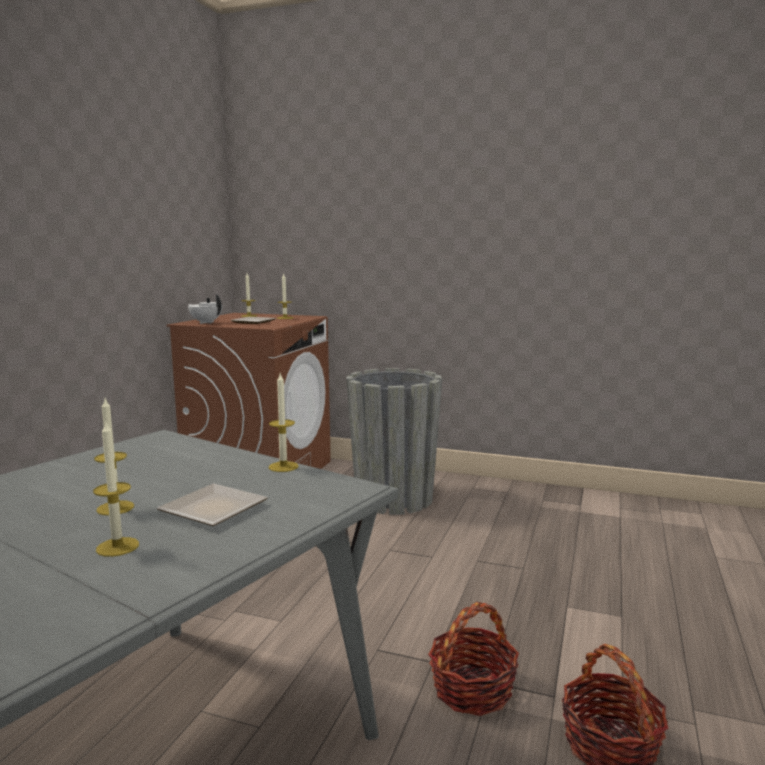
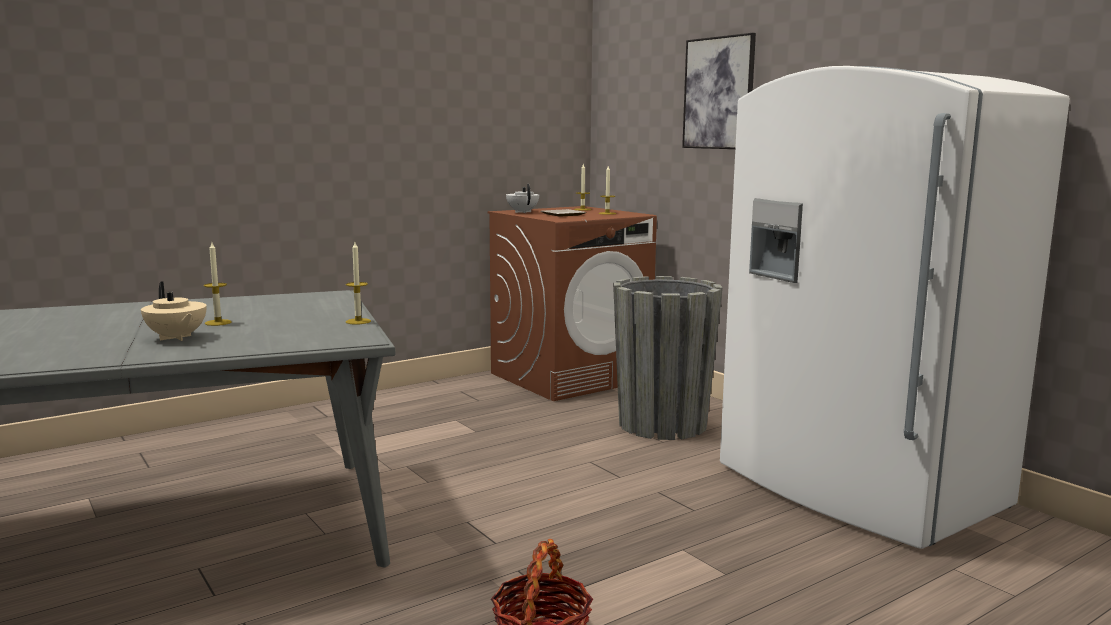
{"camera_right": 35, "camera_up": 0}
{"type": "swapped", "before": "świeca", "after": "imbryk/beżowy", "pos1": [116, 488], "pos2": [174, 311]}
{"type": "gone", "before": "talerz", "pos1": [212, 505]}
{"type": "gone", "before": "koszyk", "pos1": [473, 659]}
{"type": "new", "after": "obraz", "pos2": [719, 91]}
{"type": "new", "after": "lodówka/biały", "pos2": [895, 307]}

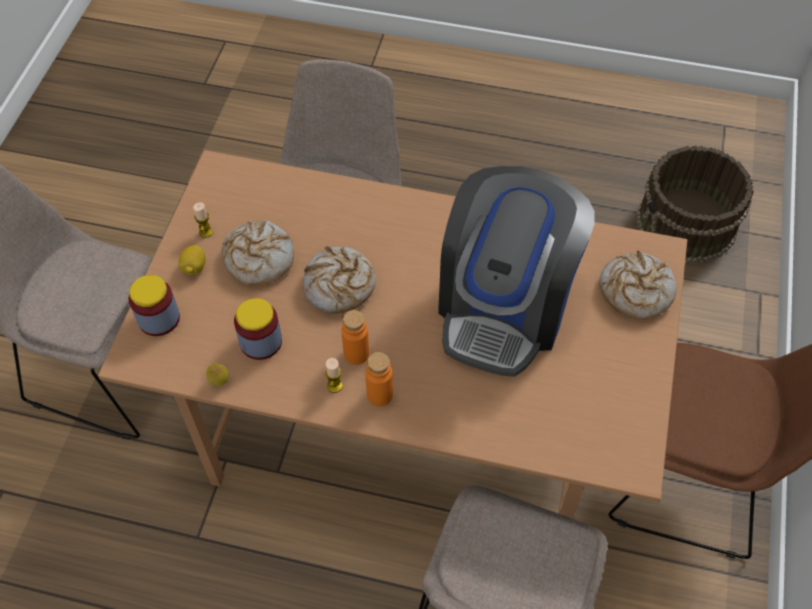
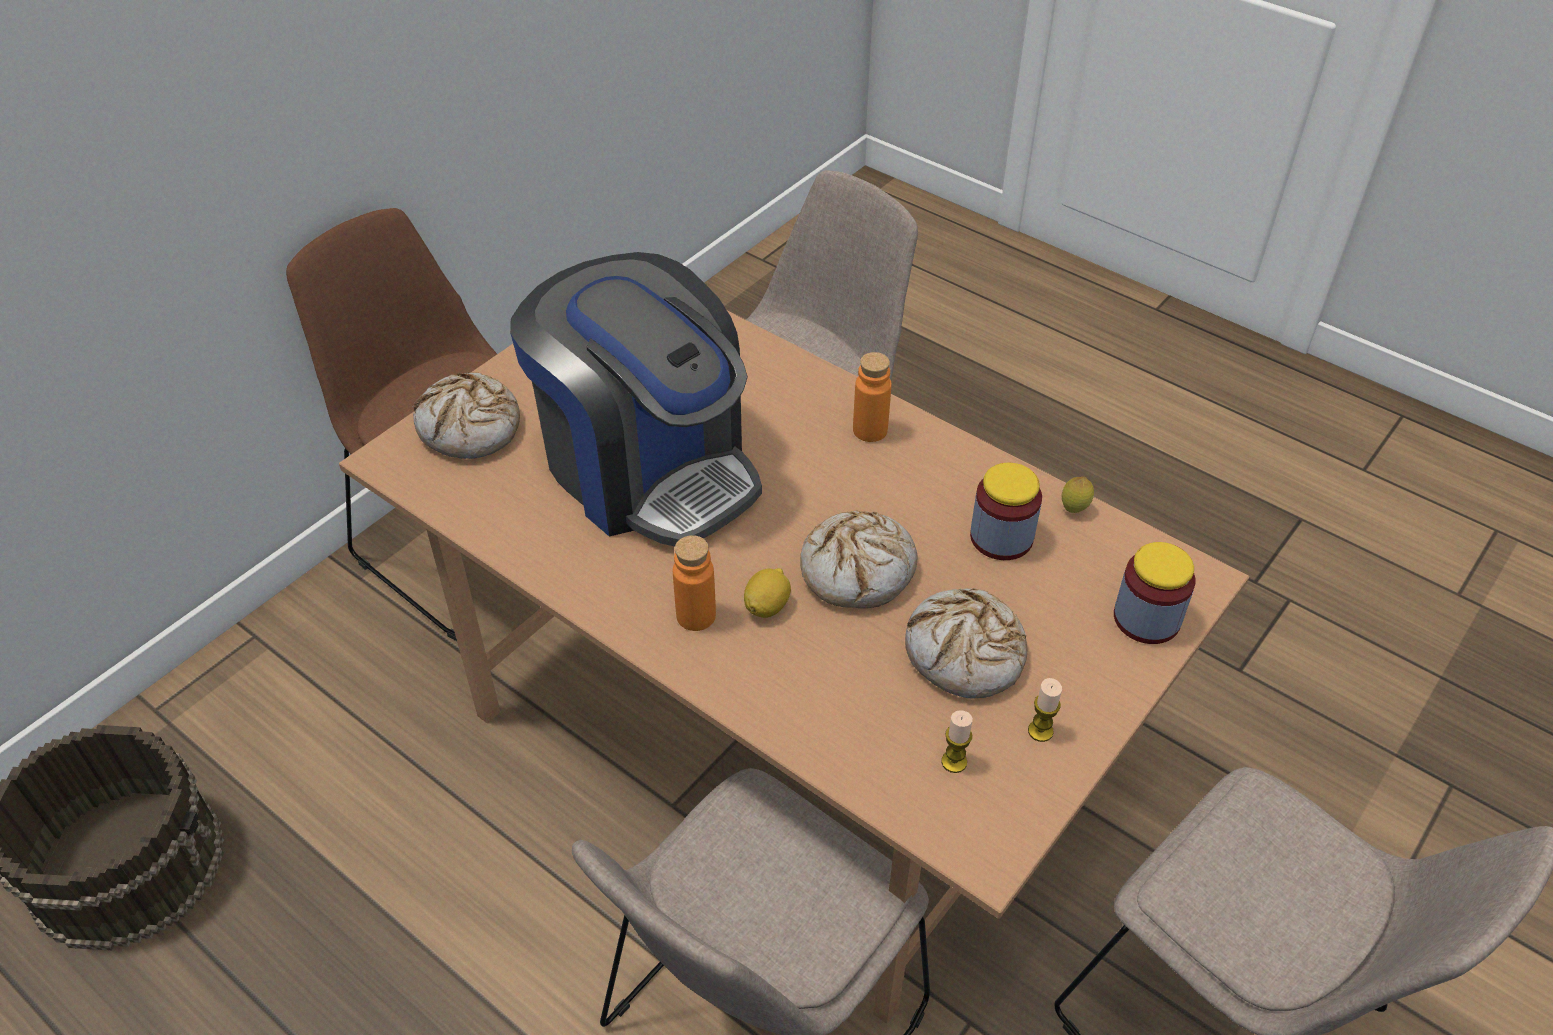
{"camera_right": -155, "camera_up": -10}
{"type": "shifted", "before": "cytryna", "pos1": [192, 260], "pos2": [767, 593]}
{"type": "shifted", "before": "świeca", "pos1": [334, 375], "pos2": [957, 741]}
{"type": "shifted", "before": "butelka/pomarańczowy", "pos1": [355, 337], "pos2": [694, 583]}
{"type": "rotated", "before": "ekspres do kawy", "pos1": [516, 271], "pos2": [636, 399], "turn": 90}

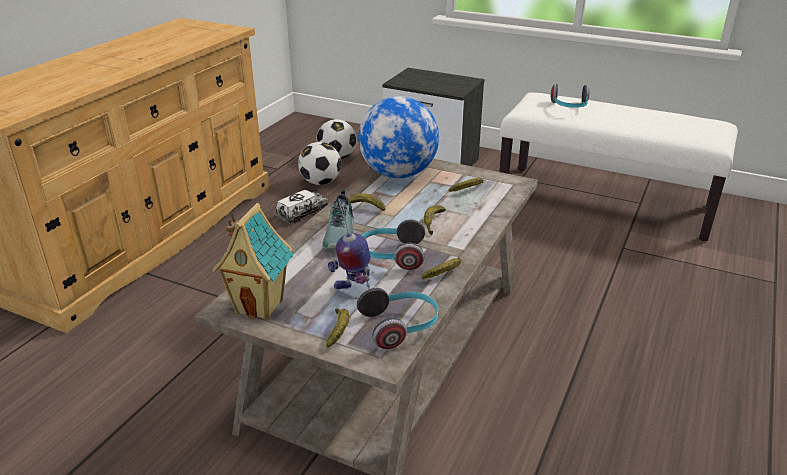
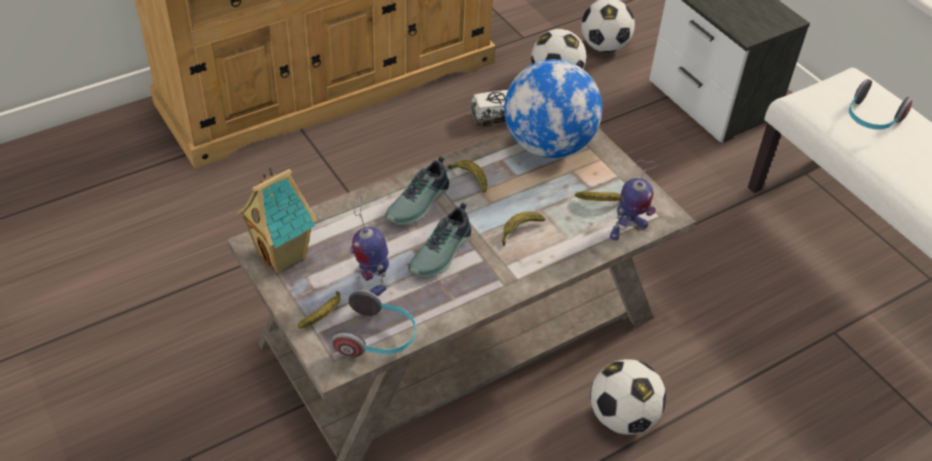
{"camera_right": 30, "camera_up": 15}
{"type": "swapped", "before": "słuchawki", "after": "but", "pos1": [393, 244], "pos2": [439, 239]}
{"type": "gone", "before": "banan", "pos1": [441, 268]}
{"type": "new", "after": "piłka futbolowa", "pos2": [628, 397]}
{"type": "new", "after": "robot zabawkowy", "pos2": [633, 200]}

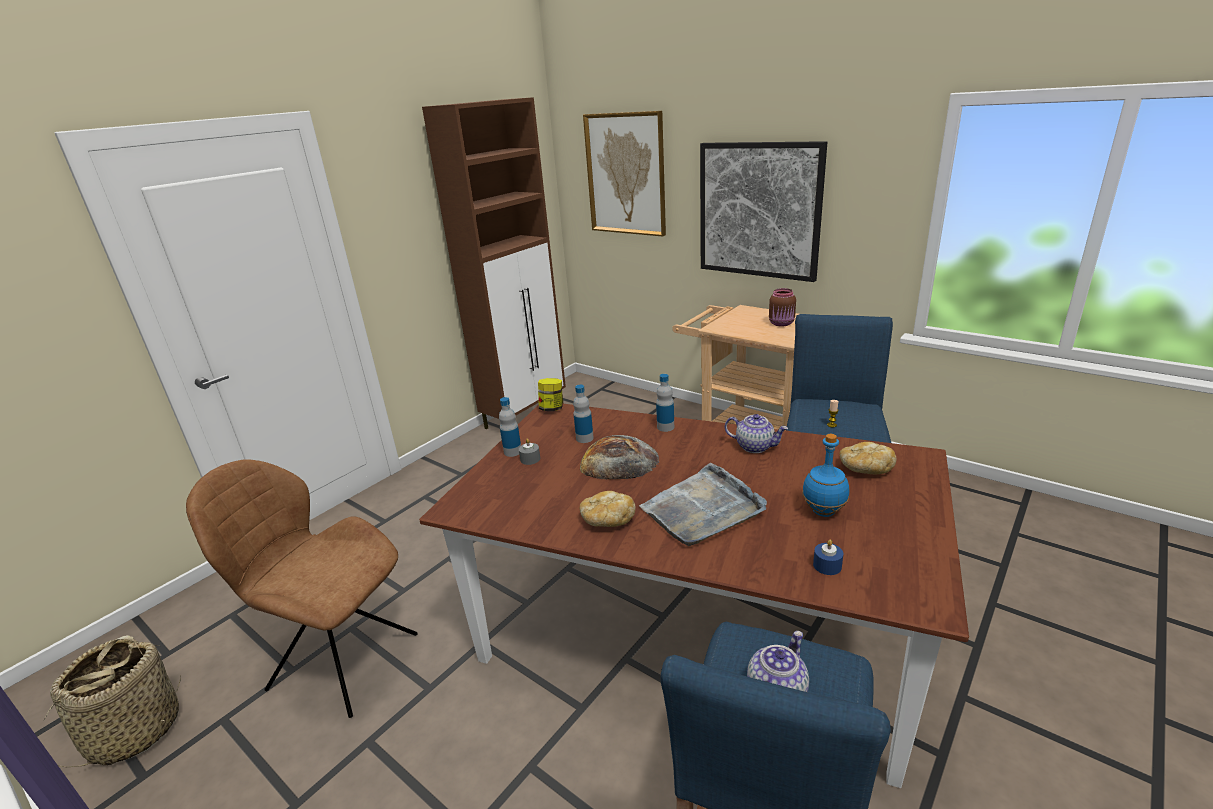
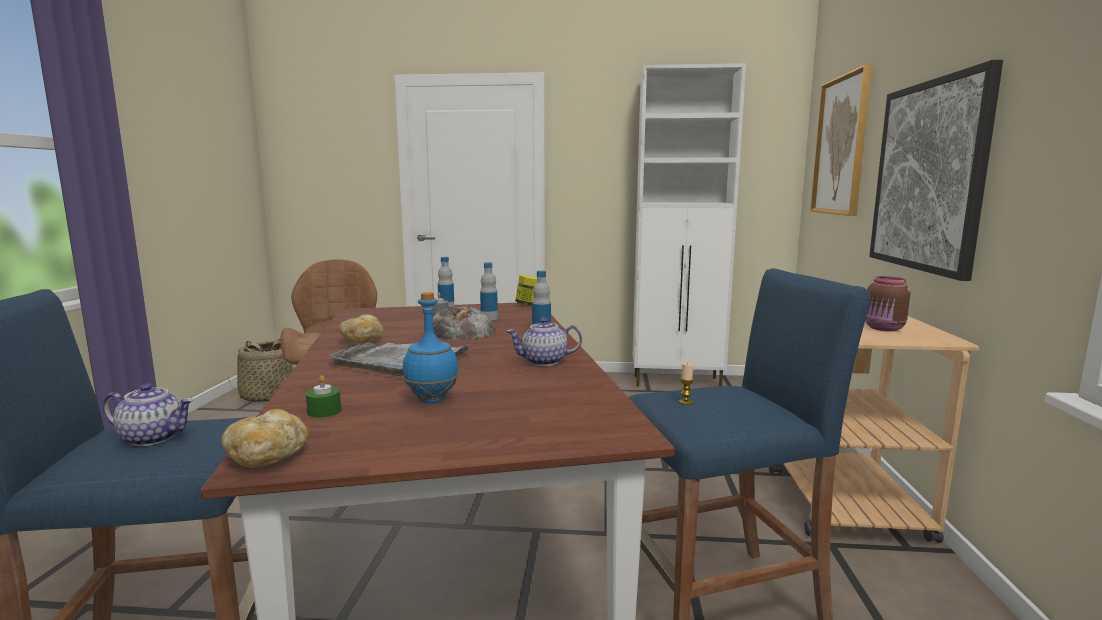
{"camera_right": 55, "camera_up": -15}
{"type": "repainted", "before": "szafka/brązowy", "after": "szafka/biały", "pos1": [494, 263], "pos2": [689, 225]}
{"type": "rotated", "before": "imbryk", "pos1": [756, 433], "pos2": [544, 342], "turn": 90}
{"type": "repainted", "before": "świeca/niebieski", "after": "świeca/zielony", "pos1": [828, 557], "pos2": [323, 396]}
{"type": "shifted", "before": "chleb", "pos1": [868, 458], "pos2": [264, 438]}

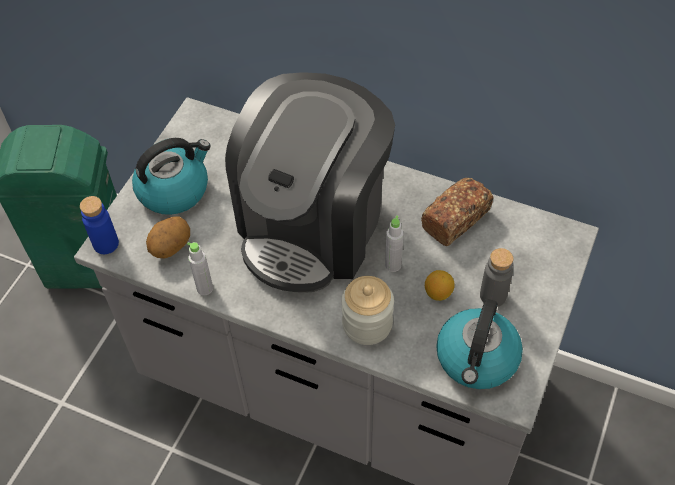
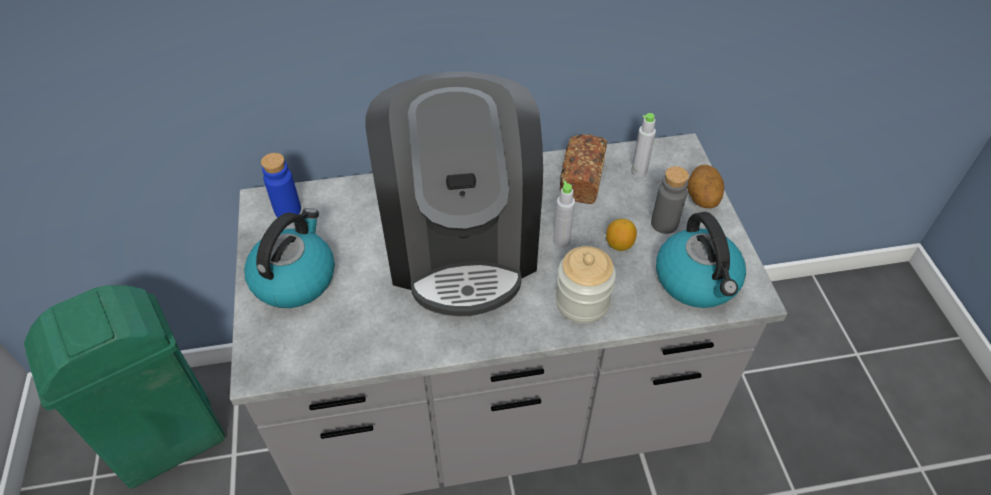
{"camera_right": -35, "camera_up": -5}
{"type": "shifted", "before": "butelka/niebieski", "pos1": [99, 225], "pos2": [281, 185]}
{"type": "shifted", "before": "ziemniak", "pos1": [168, 237], "pos2": [705, 186]}
{"type": "shifted", "before": "butelka/szary", "pos1": [200, 268], "pos2": [643, 145]}

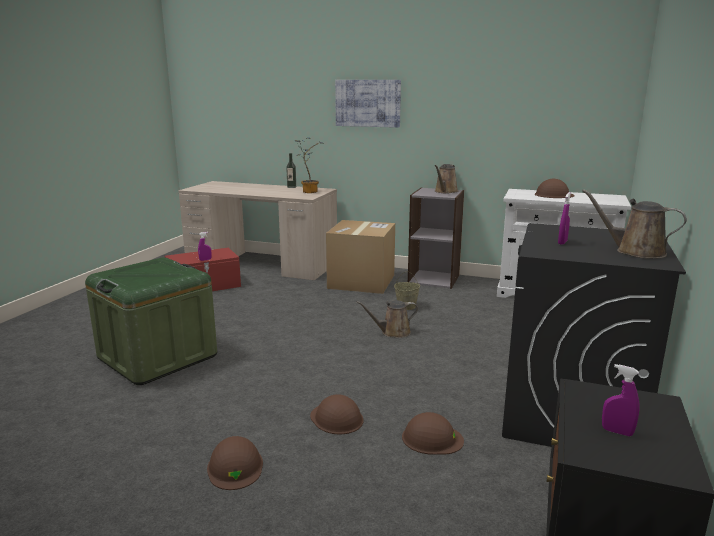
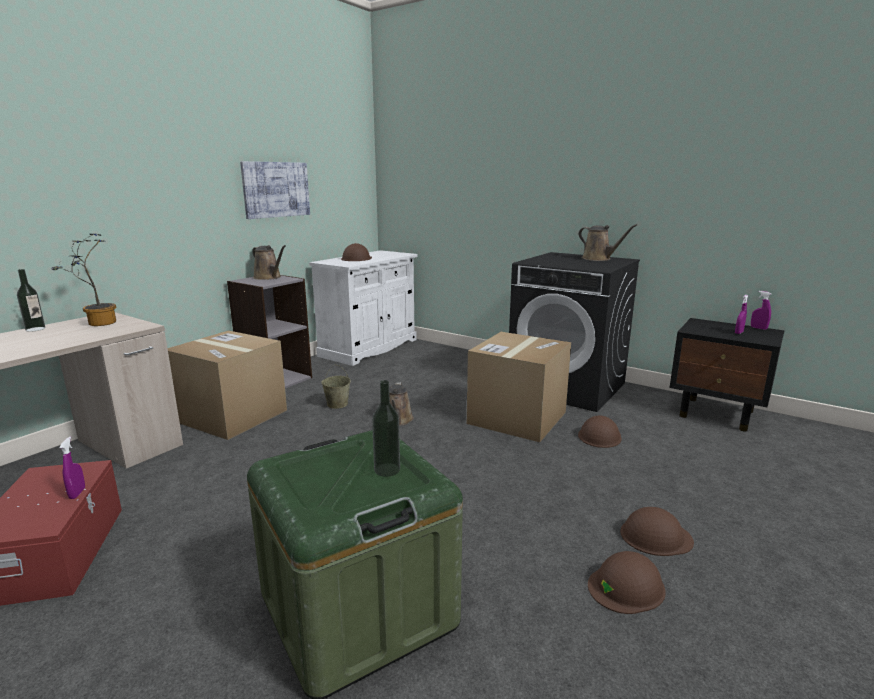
{"camera_right": -75, "camera_up": 0}
{"type": "shifted", "before": "kask/brązowy", "pos1": [336, 414], "pos2": [627, 582]}
{"type": "shifted", "before": "obraz", "pos1": [368, 104], "pos2": [275, 190]}
{"type": "shifted", "before": "spryskiwacz/fioletowy", "pos1": [564, 218], "pos2": [761, 310]}
{"type": "rotated", "before": "konewka/brązowy", "pos1": [634, 224], "pos2": [607, 242], "turn": -90}
{"type": "new", "after": "butelka", "pos2": [386, 428]}
{"type": "new", "after": "karton", "pos2": [519, 387]}

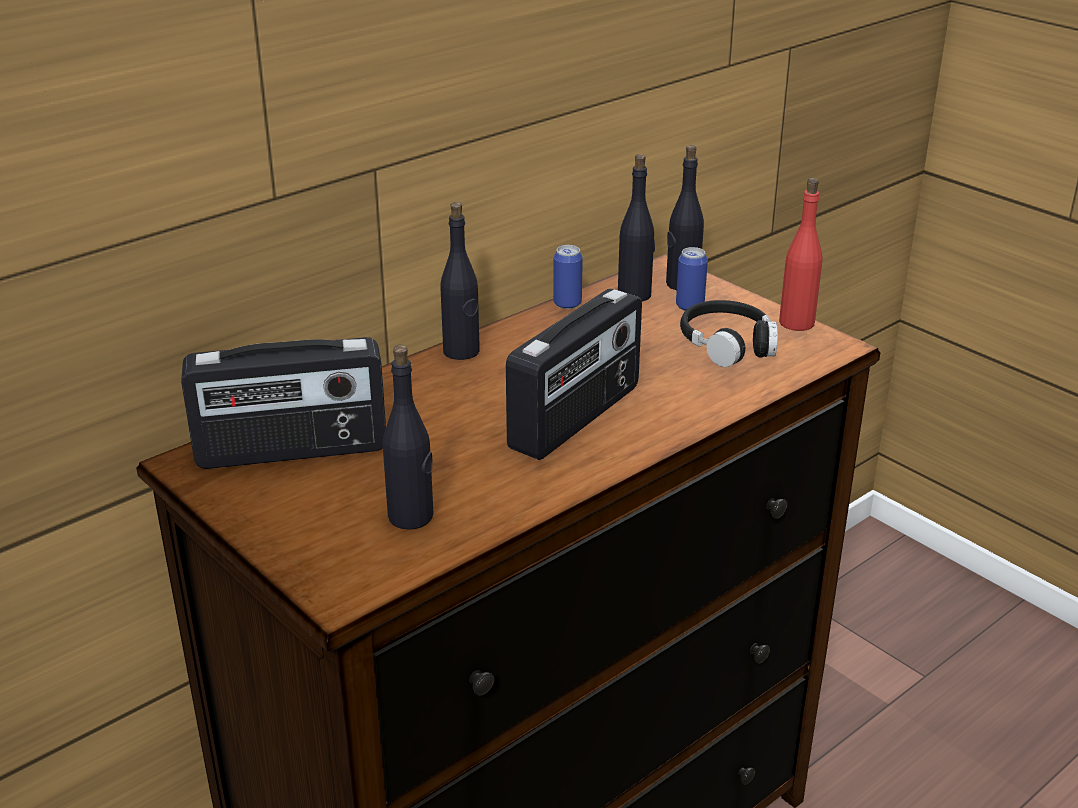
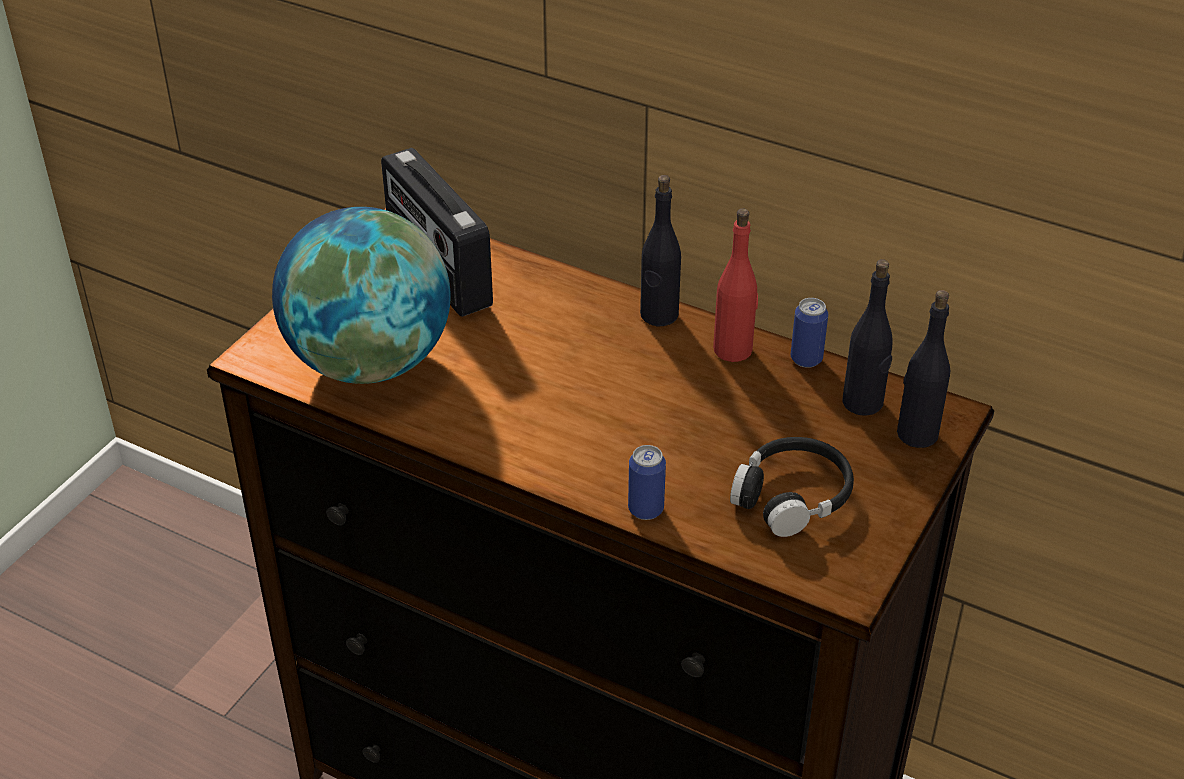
{"camera_right": 70, "camera_up": 10}
{"type": "swapped", "before": "butelka/czarny", "after": "globus", "pos1": [408, 437], "pos2": [361, 295]}
{"type": "gone", "before": "radio", "pos1": [574, 374]}
{"type": "shifted", "before": "puszka", "pos1": [692, 279], "pos2": [647, 482]}
{"type": "shifted", "before": "butelka/czerwony", "pos1": [800, 254], "pos2": [735, 285]}

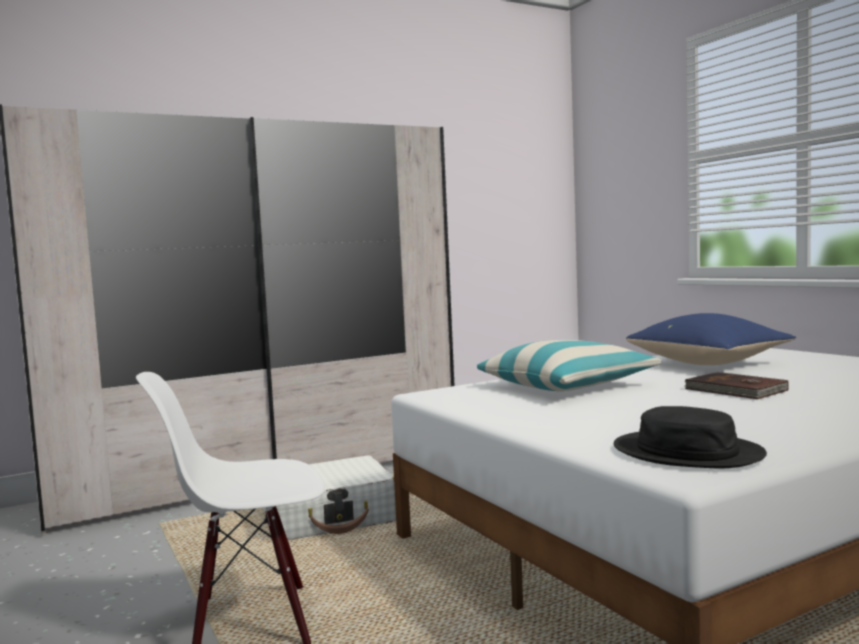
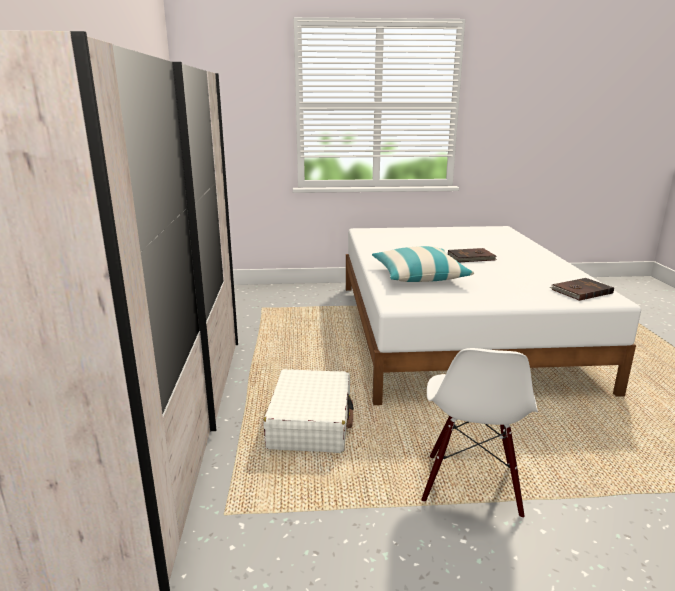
{"camera_right": -65, "camera_up": 15}
{"type": "swapped", "before": "kapelusz/czarny", "after": "książka/brązowy", "pos1": [690, 437], "pos2": [582, 289]}
{"type": "gone", "before": "poduszka/niebieski", "pos1": [711, 339]}

